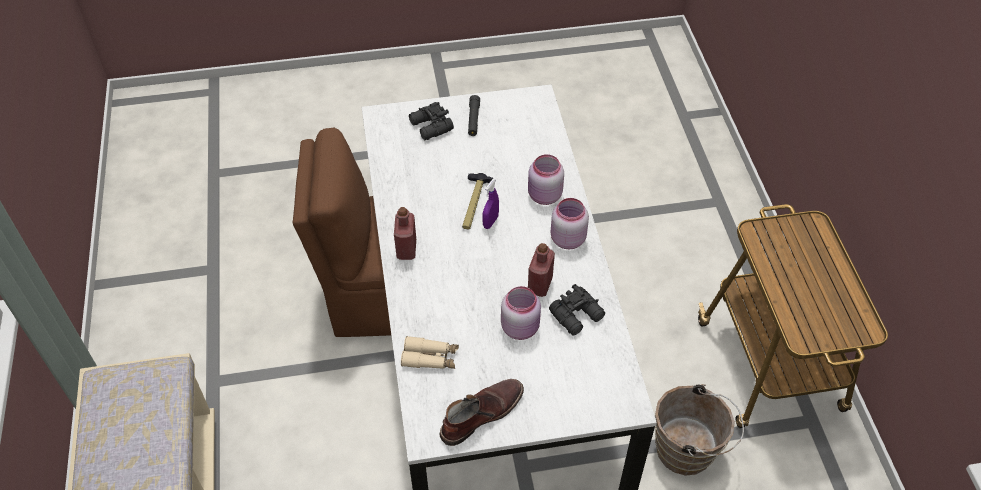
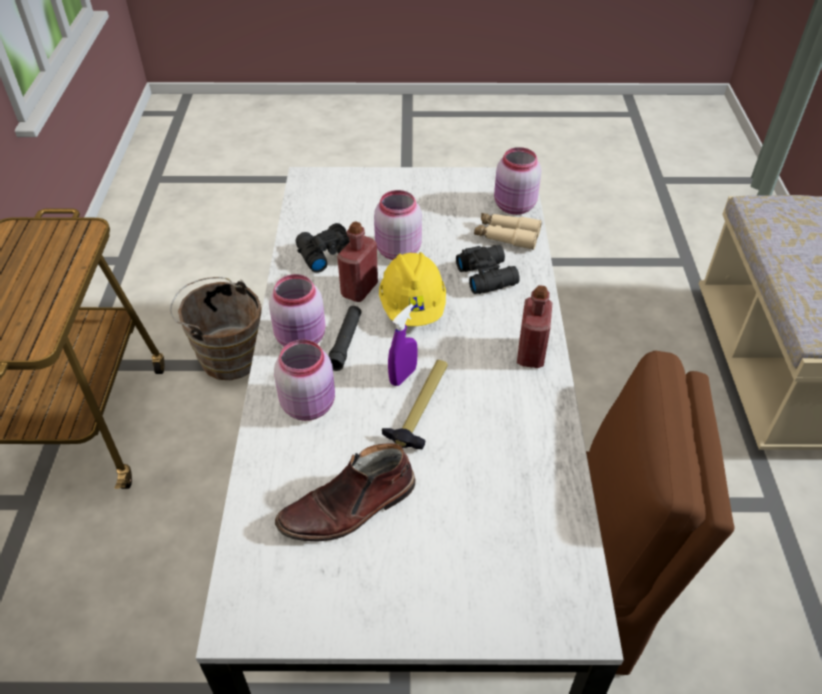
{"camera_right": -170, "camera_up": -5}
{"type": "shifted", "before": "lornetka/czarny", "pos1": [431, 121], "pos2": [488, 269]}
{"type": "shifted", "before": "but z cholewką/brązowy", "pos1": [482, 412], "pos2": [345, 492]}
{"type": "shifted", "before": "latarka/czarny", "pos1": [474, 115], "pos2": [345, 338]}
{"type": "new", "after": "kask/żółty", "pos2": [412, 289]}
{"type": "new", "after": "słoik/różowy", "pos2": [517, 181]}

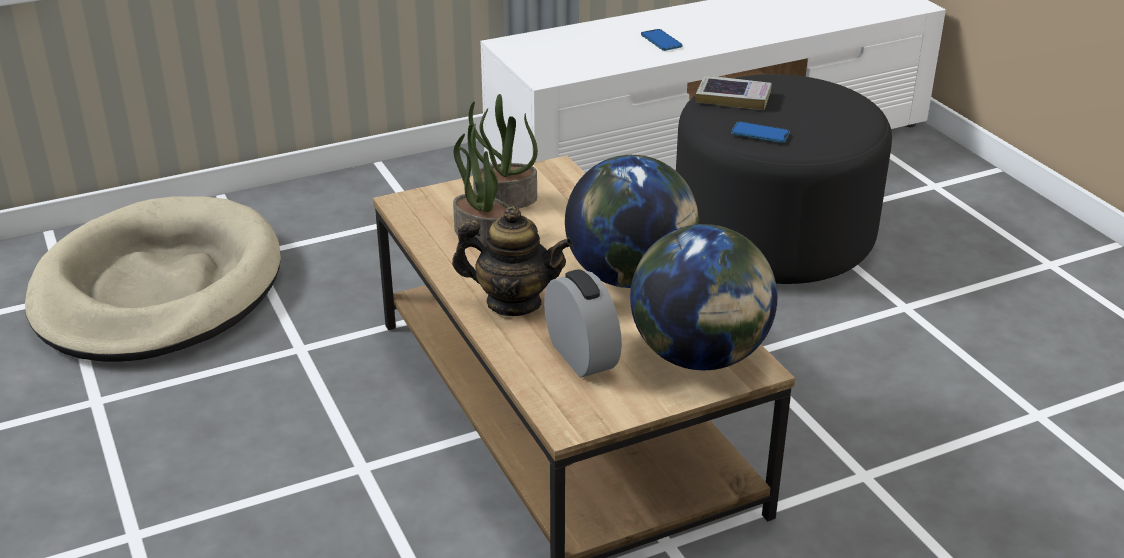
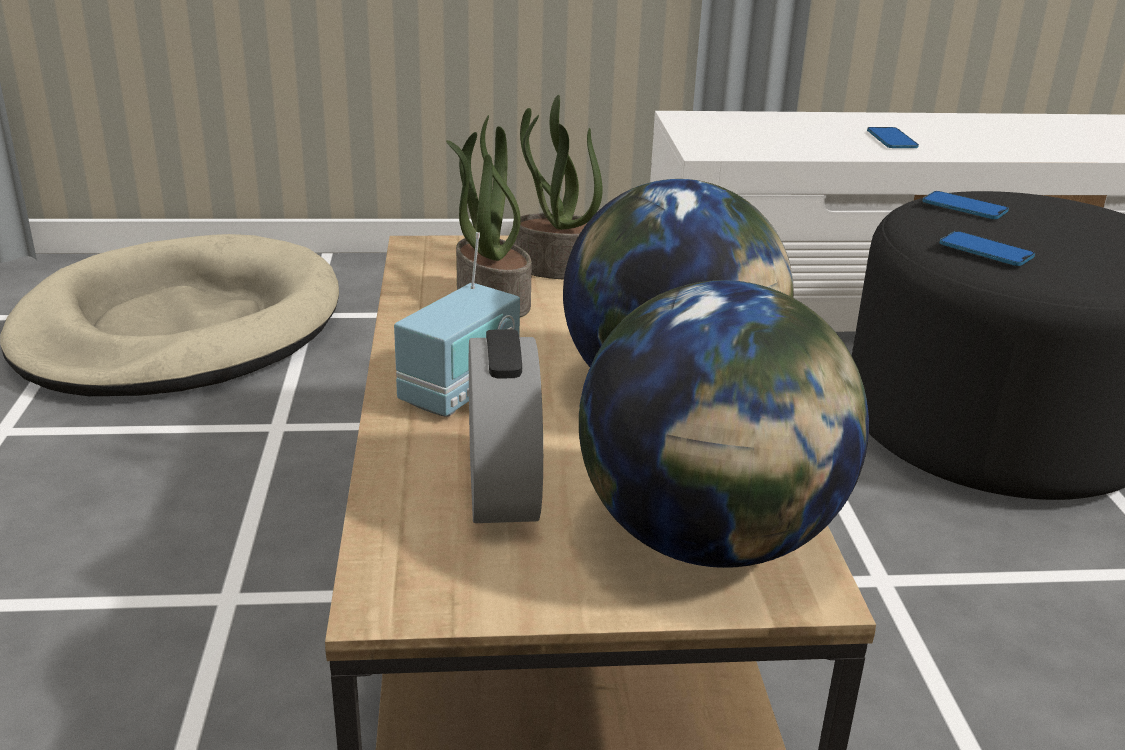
{"camera_right": 20, "camera_up": -5}
{"type": "swapped", "before": "imbryk", "after": "radio", "pos1": [512, 261], "pos2": [457, 324]}
{"type": "swapped", "before": "książka", "after": "telefon", "pos1": [733, 92], "pos2": [966, 205]}

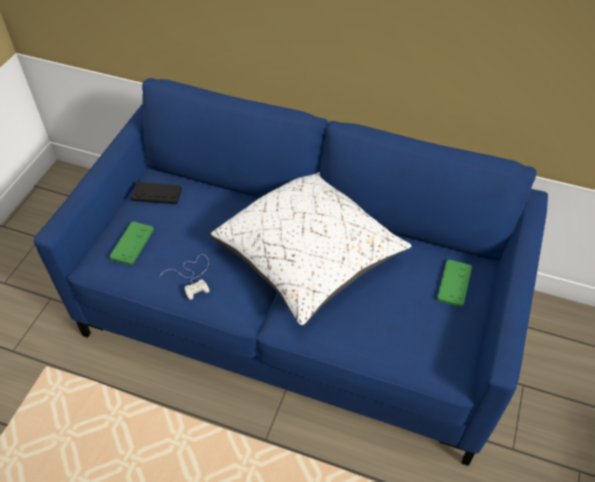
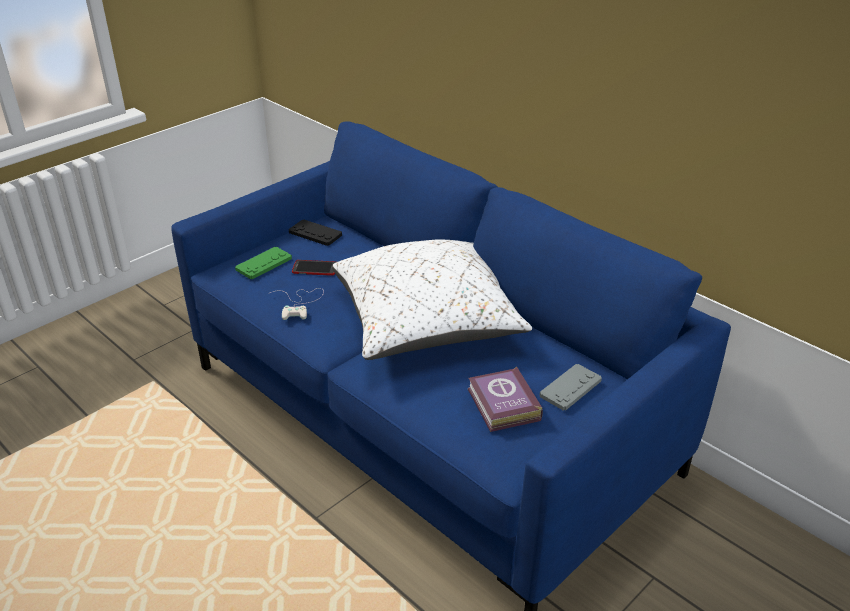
{"camera_right": 25, "camera_up": -15}
{"type": "repainted", "before": "pad do gier/zielony", "after": "pad do gier/szary", "pos1": [454, 283], "pos2": [570, 387]}
{"type": "new", "after": "telefon", "pos2": [314, 267]}
{"type": "new", "after": "książka", "pos2": [505, 399]}

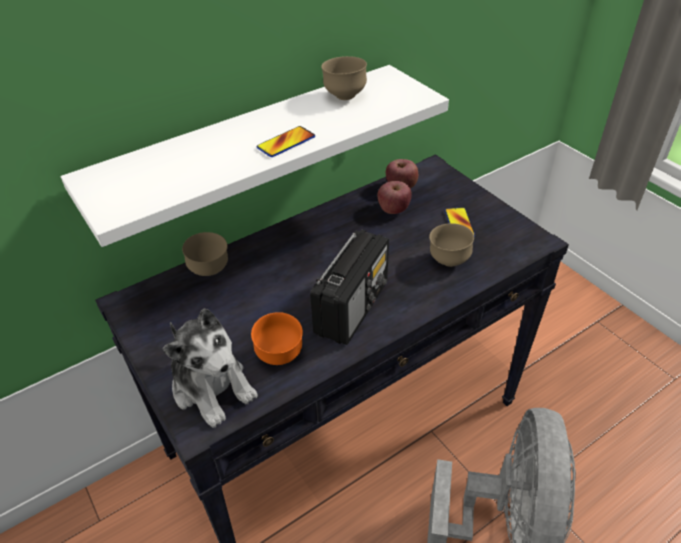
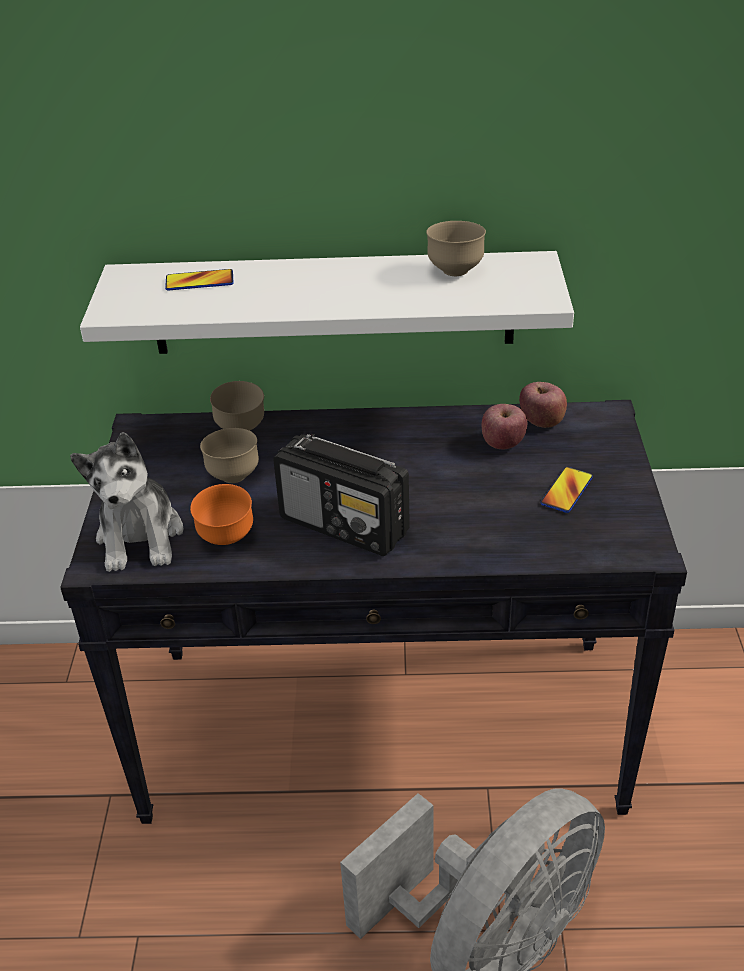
{"camera_right": 35, "camera_up": -5}
{"type": "shifted", "before": "telefon", "pos1": [286, 141], "pos2": [199, 280]}
{"type": "rotated", "before": "radio", "pos1": [349, 287], "pos2": [341, 495], "turn": 60}
{"type": "shifted", "before": "miska/brązowy", "pos1": [451, 245], "pos2": [229, 455]}

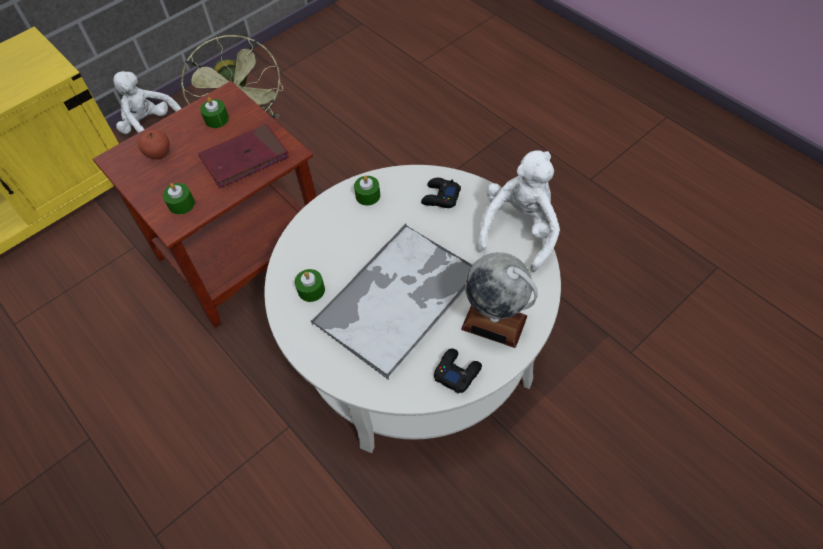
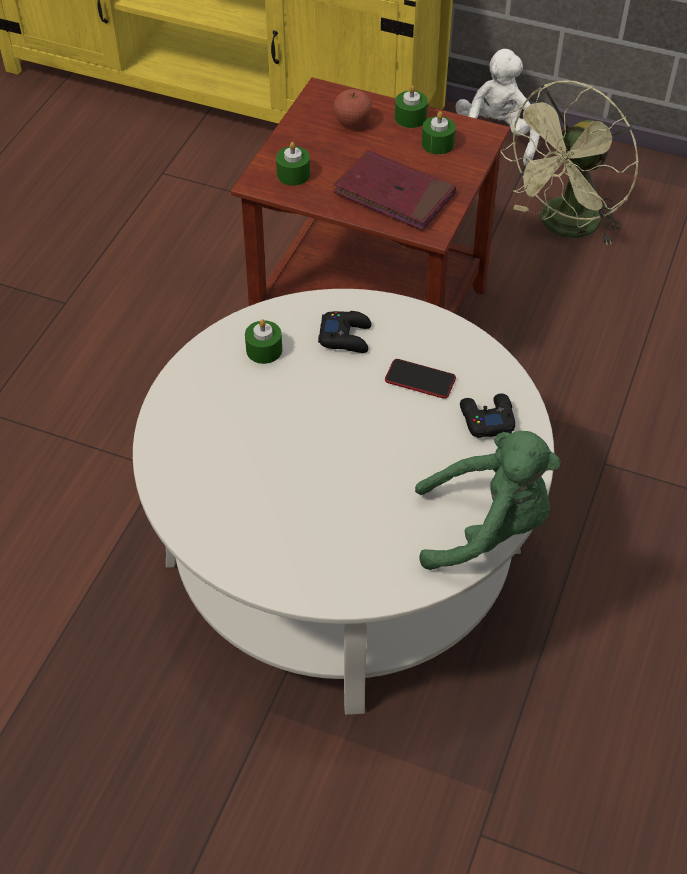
{"camera_right": 60, "camera_up": -5}
{"type": "gone", "before": "taca", "pos1": [391, 302]}
{"type": "shifted", "before": "świeca/zielony", "pos1": [367, 191], "pos2": [411, 106]}
{"type": "shifted", "before": "pad do gier/czarny", "pos1": [458, 371], "pos2": [345, 332]}
{"type": "gone", "before": "globus", "pos1": [499, 300]}
{"type": "repainted", "before": "pluszak/biały", "after": "pluszak/zielony", "pos1": [518, 211], "pos2": [488, 500]}
{"type": "new", "after": "telefon", "pos2": [420, 379]}

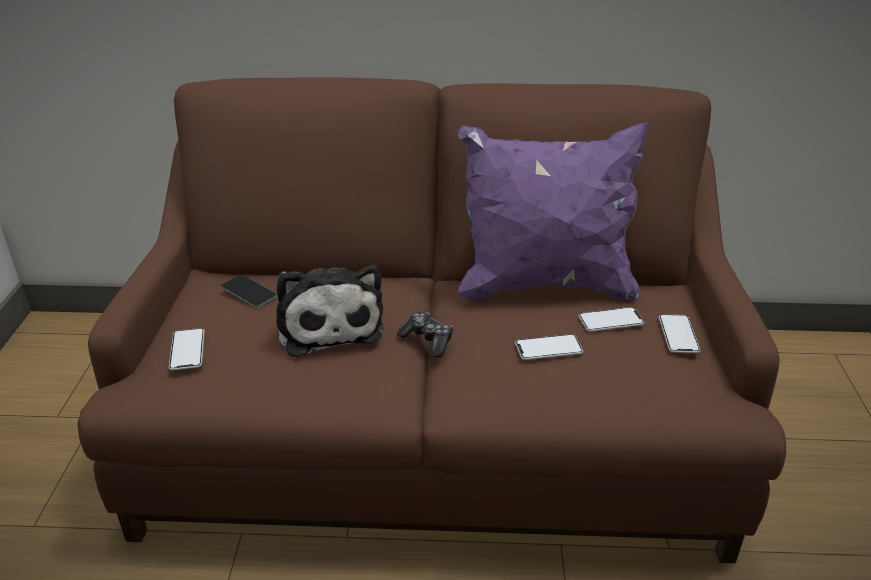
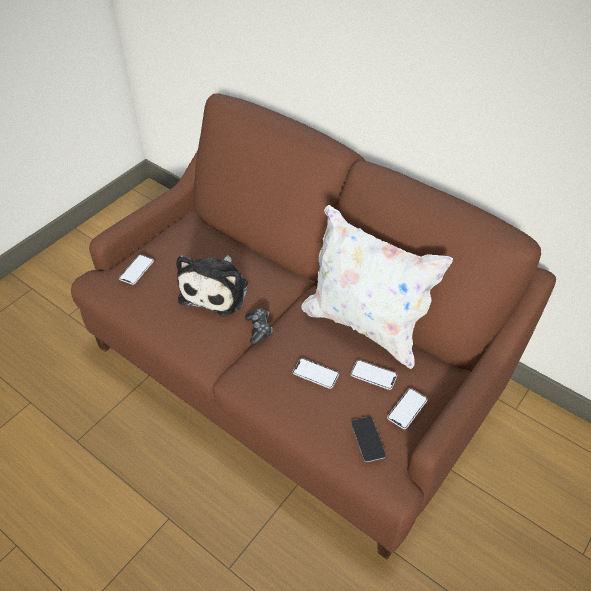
{"camera_right": 35, "camera_up": 15}
{"type": "shifted", "before": "telefon", "pos1": [249, 291], "pos2": [368, 439]}
{"type": "repainted", "before": "poduszka/fioletowy", "after": "poduszka/biały", "pos1": [552, 212], "pos2": [377, 287]}

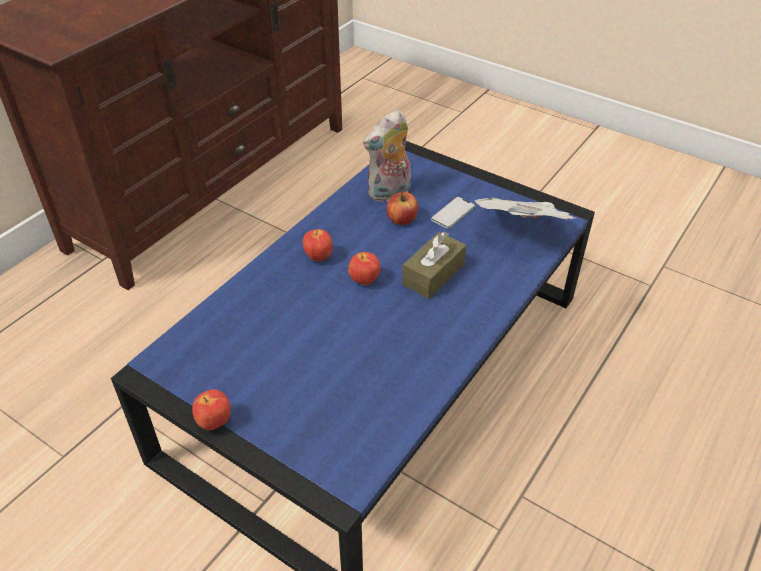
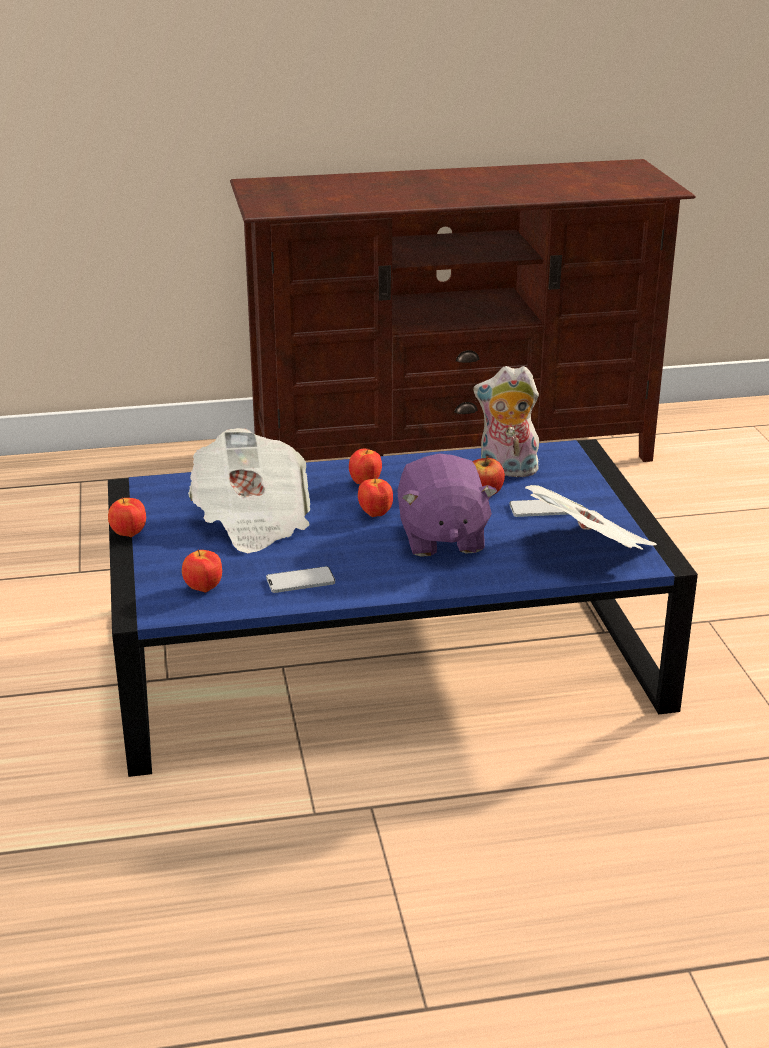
{"camera_right": 45, "camera_up": -15}
{"type": "swapped", "before": "pudełko chusteczek/brązowy", "after": "pluszak/fioletowy", "pos1": [434, 265], "pos2": [447, 505]}
{"type": "new", "after": "jabłko", "pos2": [202, 571]}
{"type": "new", "after": "gazeta", "pos2": [249, 490]}
{"type": "new", "after": "telefon", "pos2": [300, 579]}

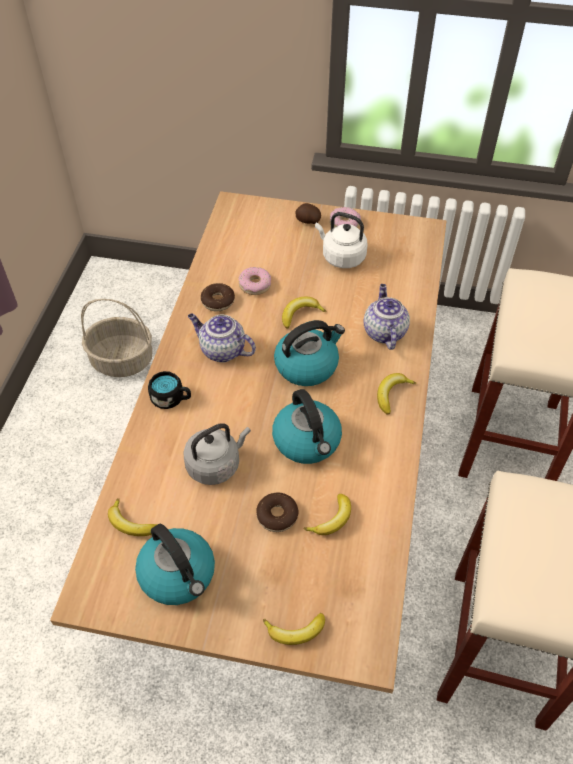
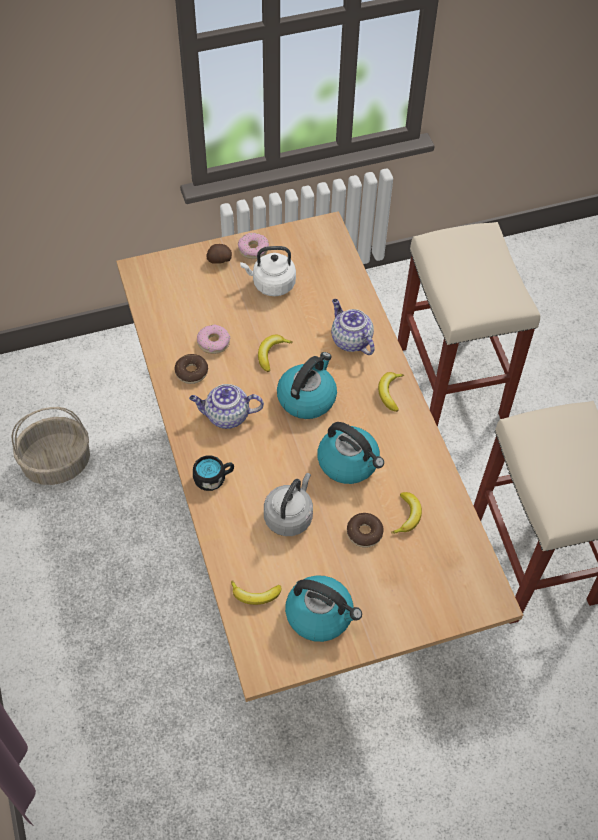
{"camera_right": -30, "camera_up": 5}
{"type": "gone", "before": "banan", "pos1": [294, 629]}

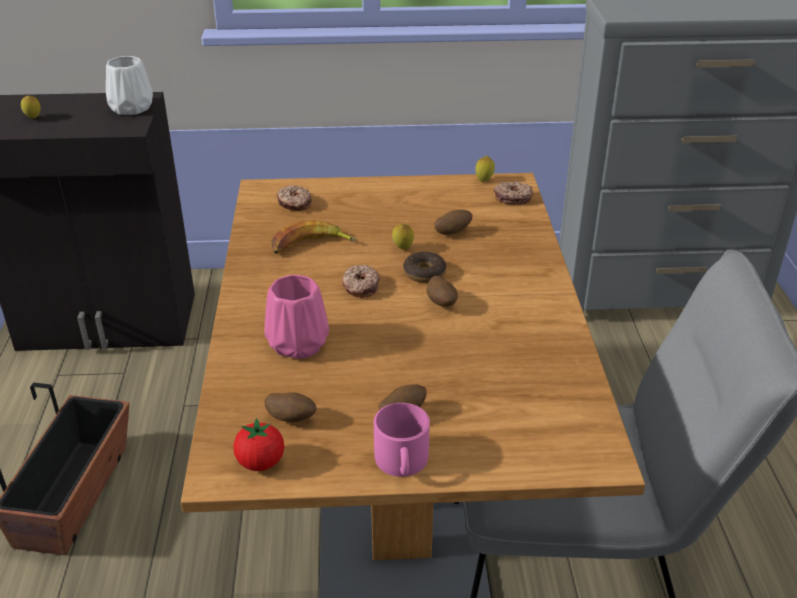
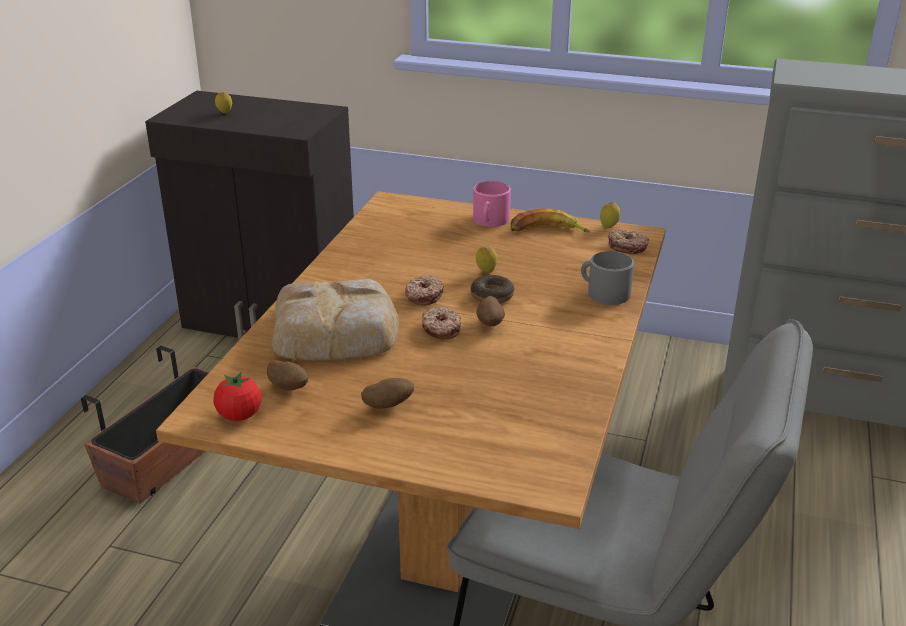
{"camera_right": 20, "camera_up": -5}
{"type": "gone", "before": "wazon/biały", "pos1": [129, 85]}
{"type": "swapped", "before": "wazon/różowy", "after": "chleb", "pos1": [296, 317], "pos2": [335, 320]}
{"type": "shifted", "before": "banan", "pos1": [314, 237], "pos2": [550, 220]}
{"type": "shifted", "before": "donut", "pos1": [294, 198], "pos2": [441, 323]}
{"type": "shifted", "before": "kubek/różowy", "pos1": [402, 440], "pos2": [492, 204]}
{"type": "gone", "before": "ziemniak", "pos1": [453, 222]}
{"type": "new", "after": "kubek/szary", "pos2": [607, 278]}

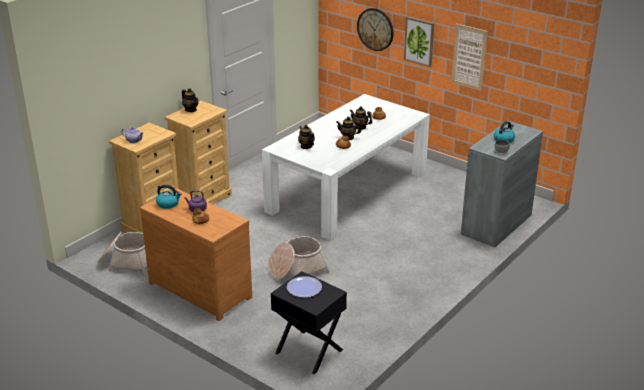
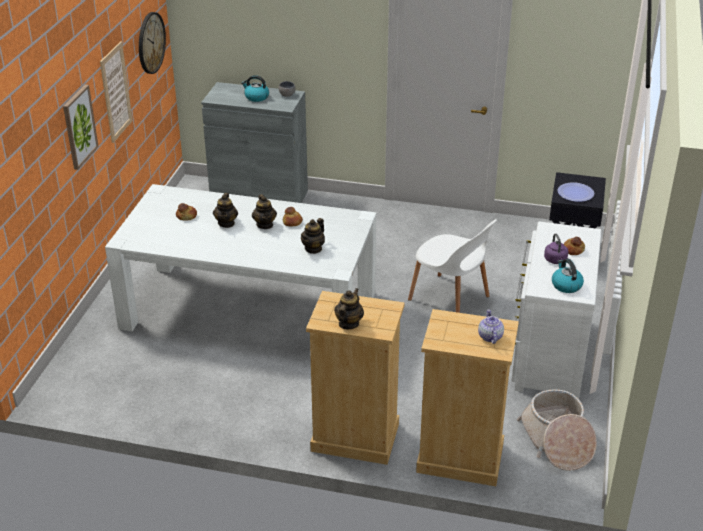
{"camera_right": -115, "camera_up": 5}
{"type": "repainted", "before": "komoda/brązowy", "after": "komoda/biały", "pos1": [196, 254], "pos2": [556, 310]}
{"type": "swapped", "before": "koszyk", "after": "krzesło/biały", "pos1": [299, 258], "pos2": [452, 266]}
{"type": "shifted", "before": "zegar ścienny", "pos1": [375, 29], "pos2": [152, 43]}

